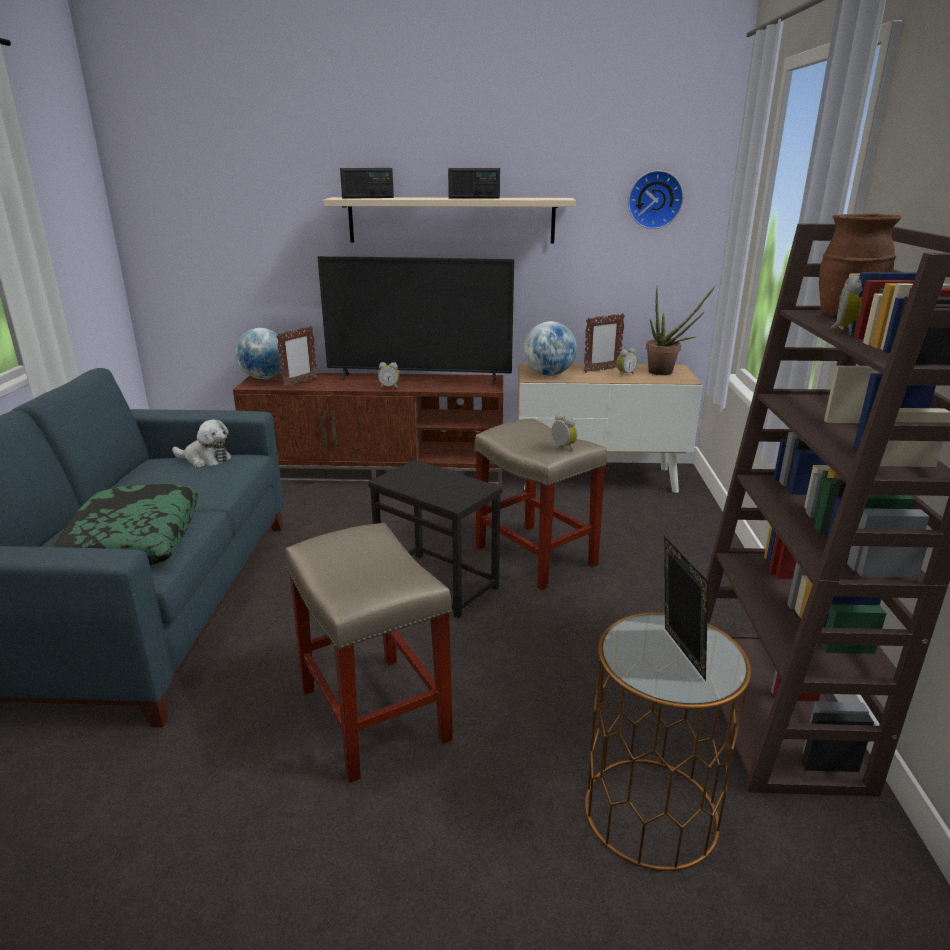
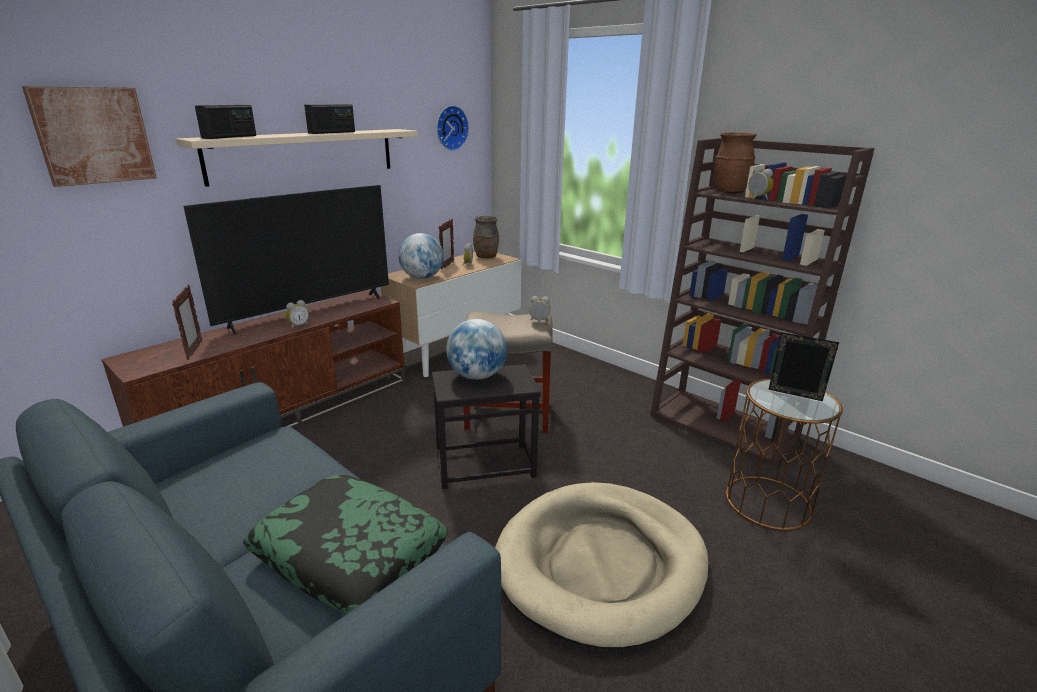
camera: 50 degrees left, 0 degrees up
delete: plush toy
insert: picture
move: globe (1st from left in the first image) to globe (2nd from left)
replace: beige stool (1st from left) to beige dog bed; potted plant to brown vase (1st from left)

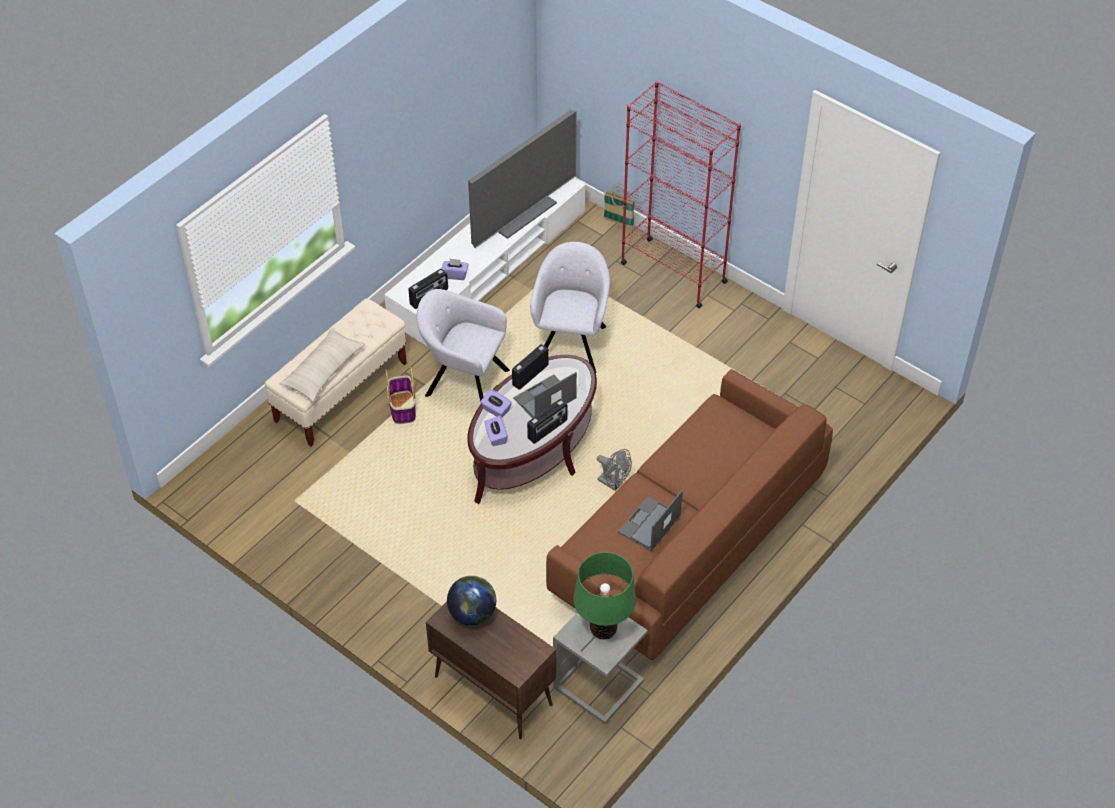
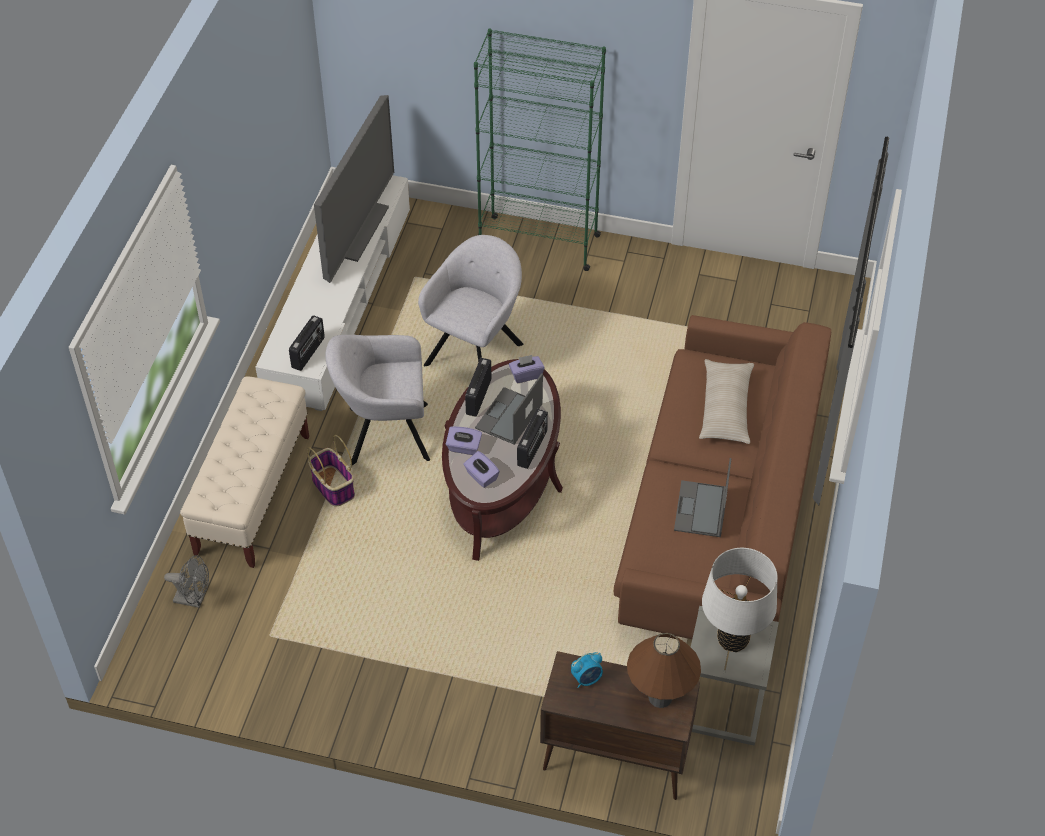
camera: 25 degrees left, 0 degrees up
delete: basket (2nd from left)
insert: brown table lamp
move: beige pillow; purple tissue box (1st from left in the first image) to purple tissue box (3rd from left); grey fan
replace: globe to alarm clock
recolor: green table lamp to white table lamp; red bookcase to green bookcase
rotate: grey armchair (2nd from left) 45 degrees clockwise

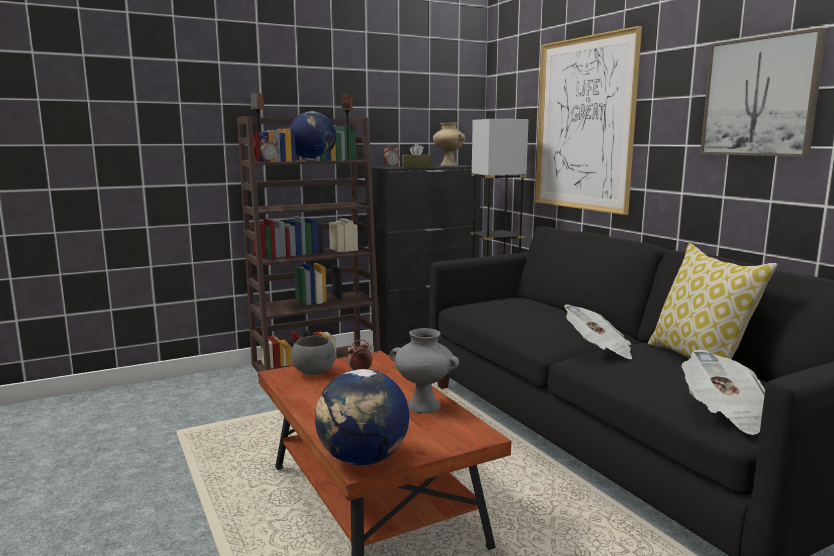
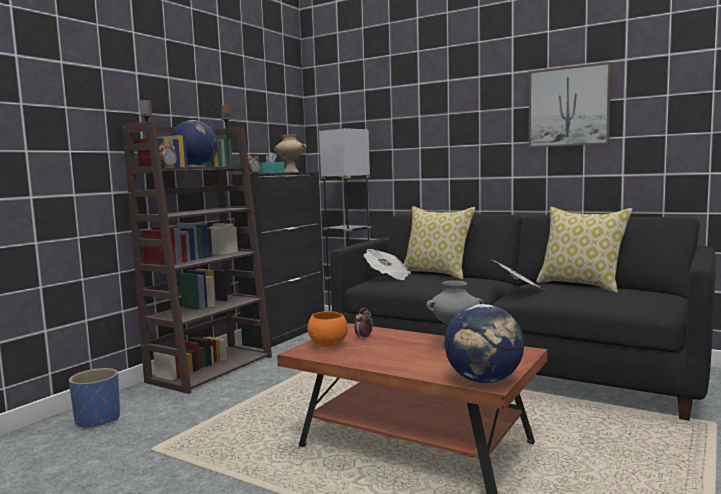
camera: 30 degrees left, 5 degrees down
delete: picture (1st from left)
insert: blue planter; pillow (1st from left)
move: newspaper (2nd from left in the first image) to newspaper (1st from left)
recolor: grey bowl to orange bowl; brown tissue box to turquoise tissue box

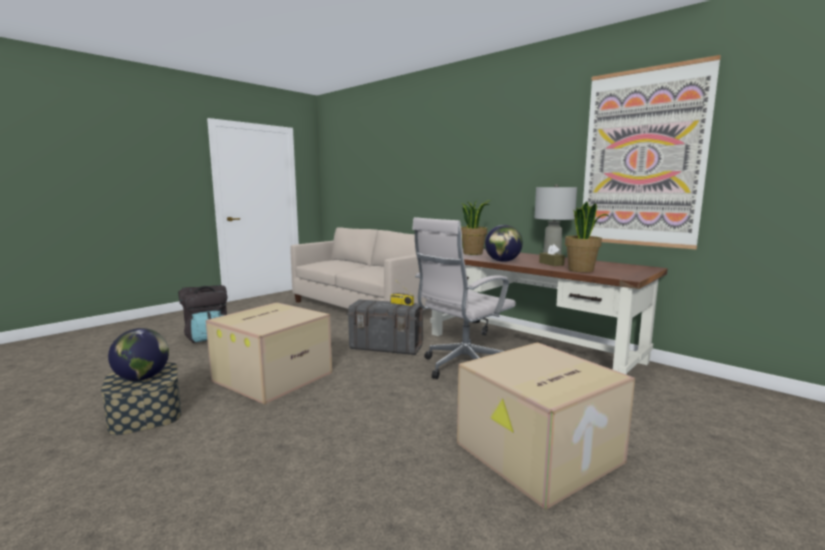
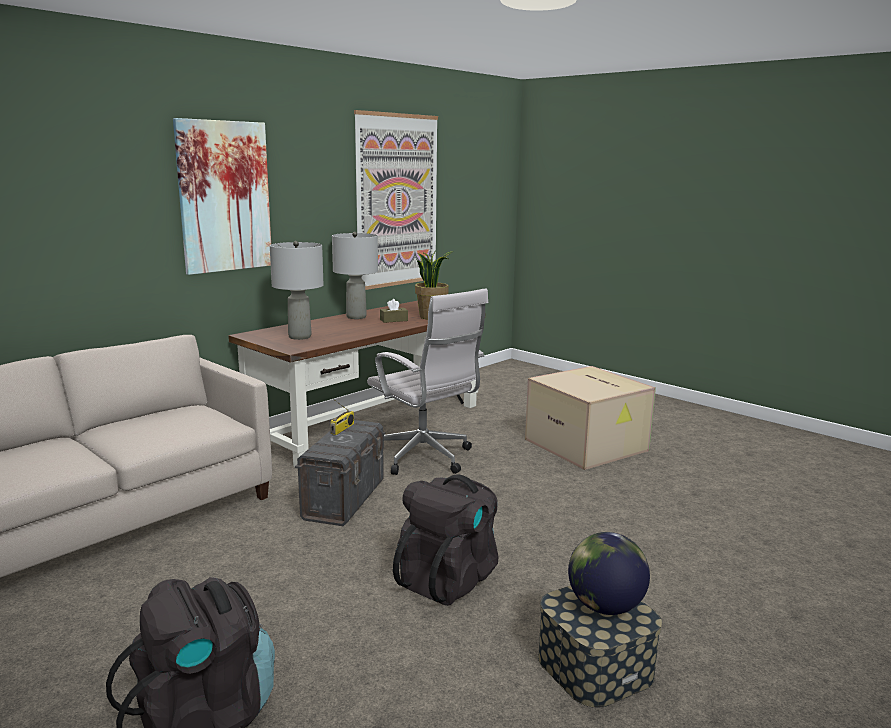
camera: 90 degrees left, 5 degrees up
delete: globe (2nd from left)
insert: picture (1st from left)
replace: cardboard box (1st from left) to black backpack (2nd from left); potted plant (1st from left) to grey table lamp (1st from left)

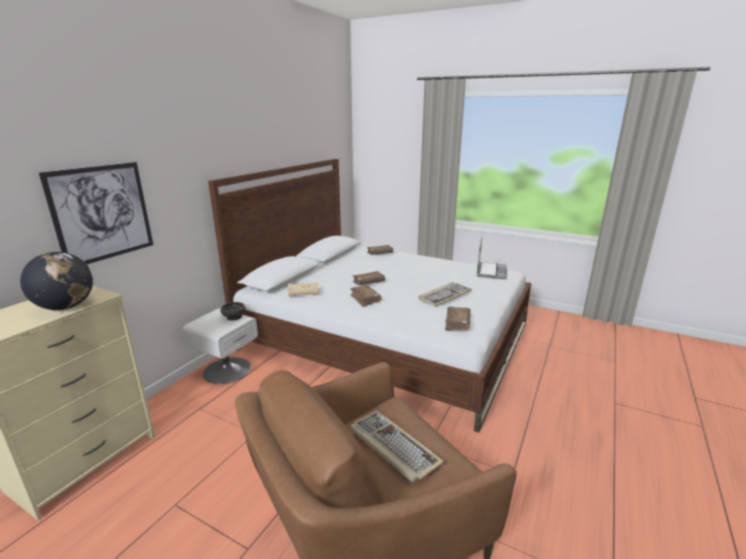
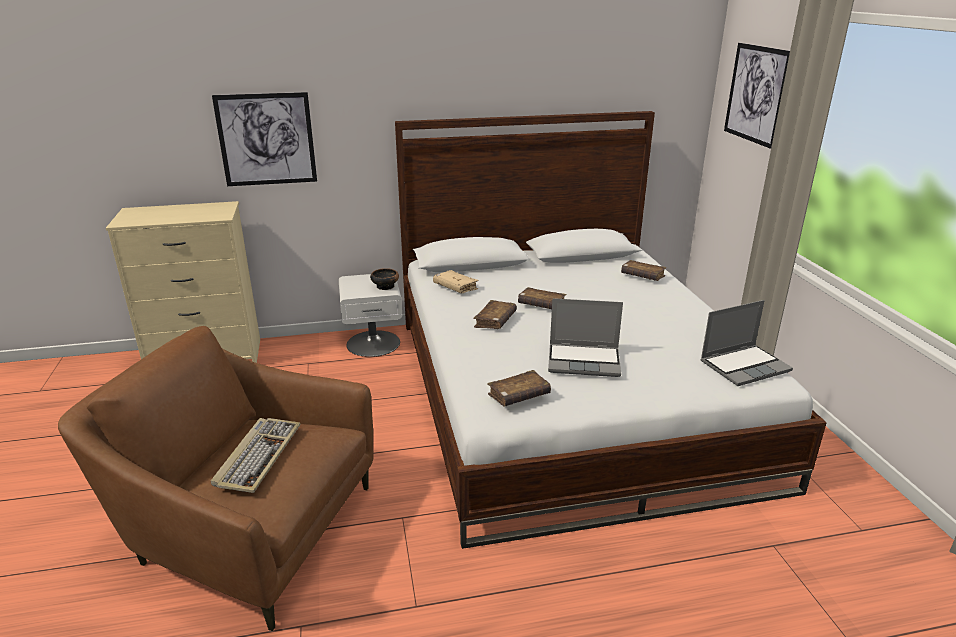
camera: 50 degrees right, 5 degrees up
delete: globe
insert: picture (2nd from left)
replace: keyboard (2nd from left) to laptop (1st from left)

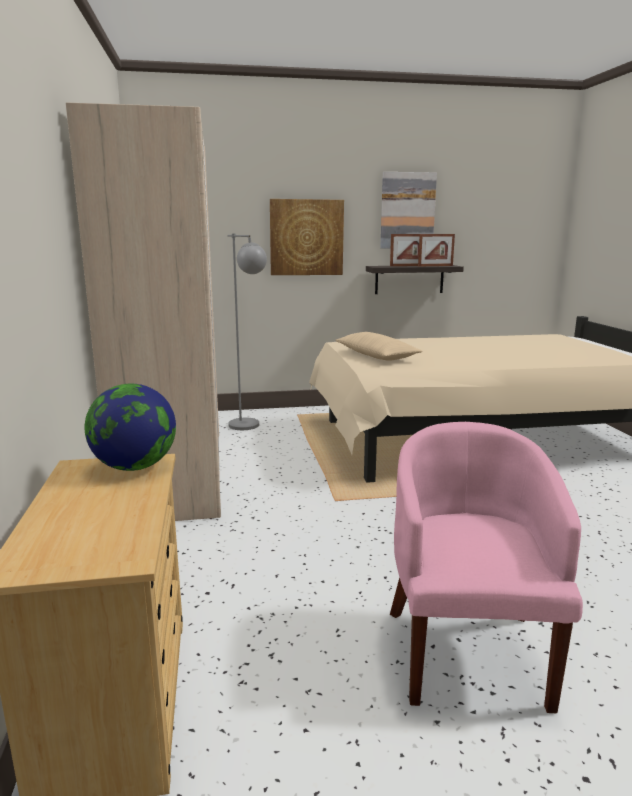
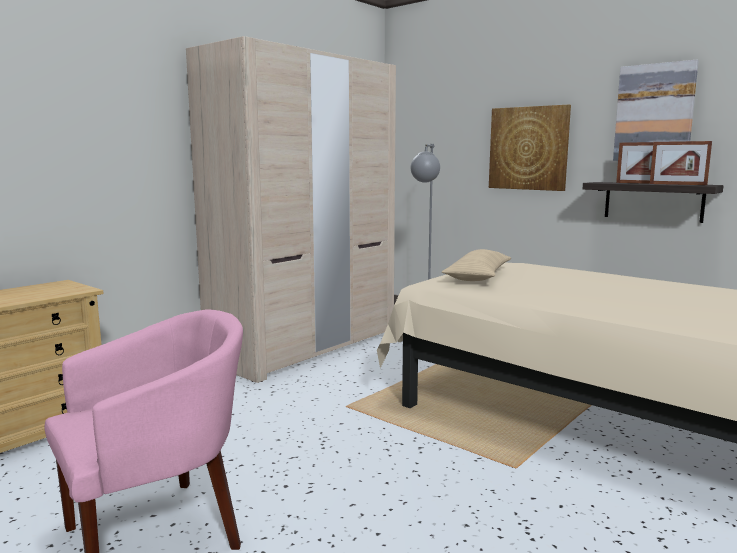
camera: 50 degrees right, 5 degrees down
delete: globe

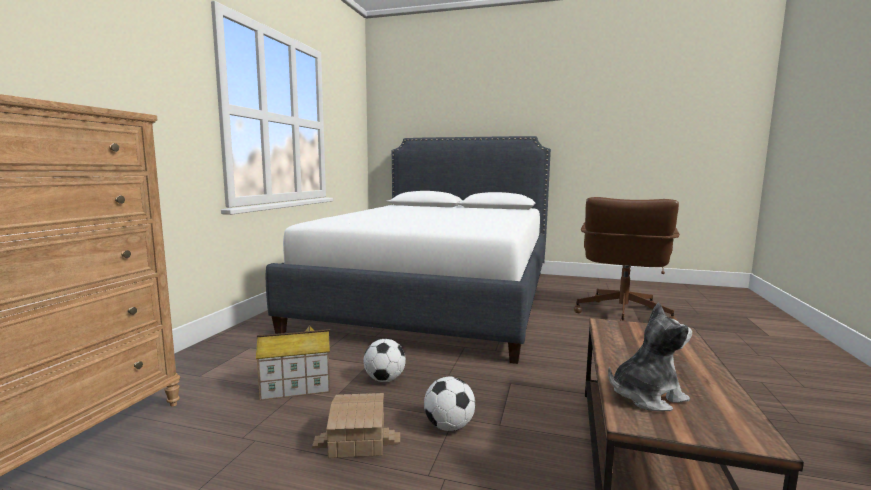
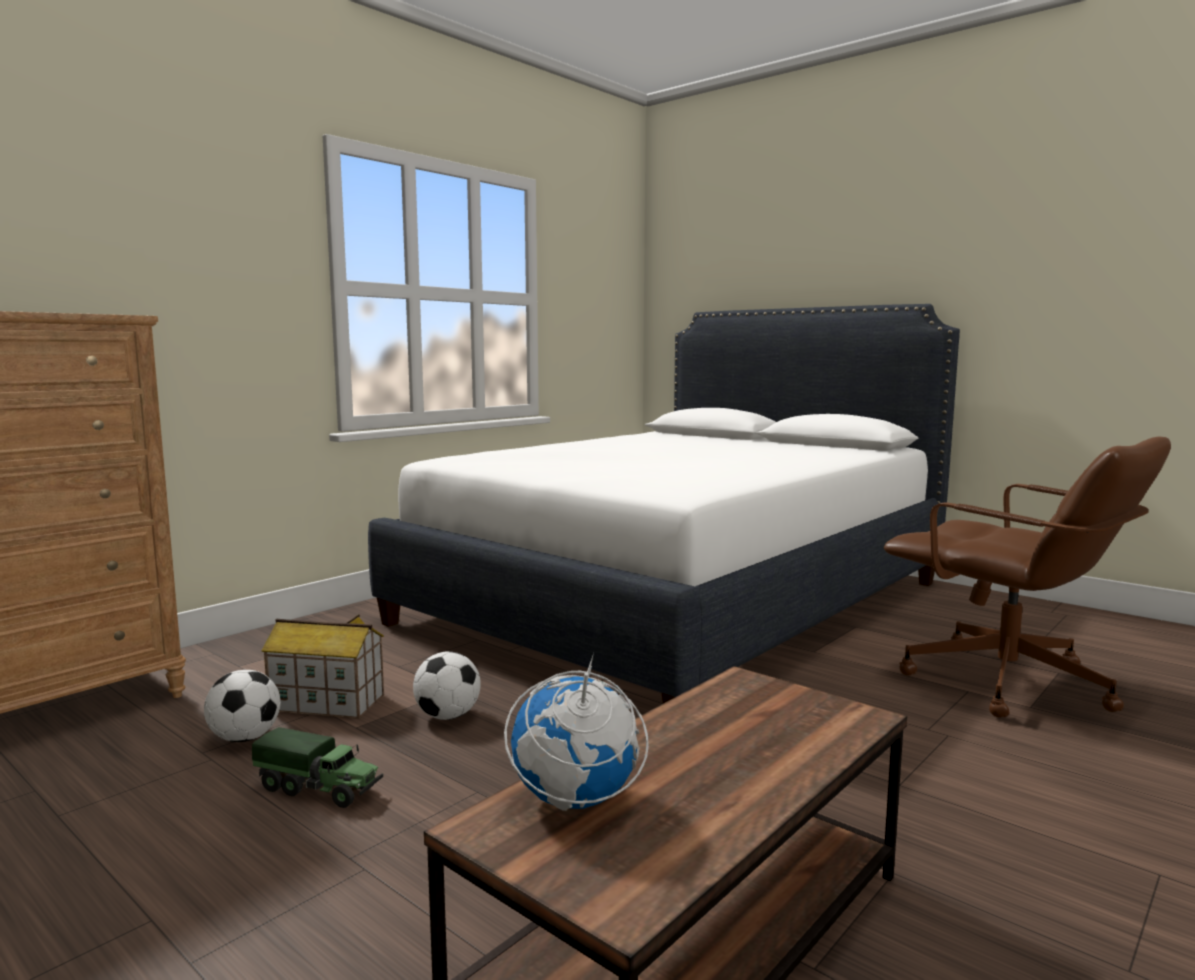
camera: 25 degrees right, 0 degrees up
move: football (2nd from left in the first image) to football (1st from left)
replace: toy house (2nd from left) to toy truck; plush toy to globe
rotate: brown office chair 90 degrees counterclockwise

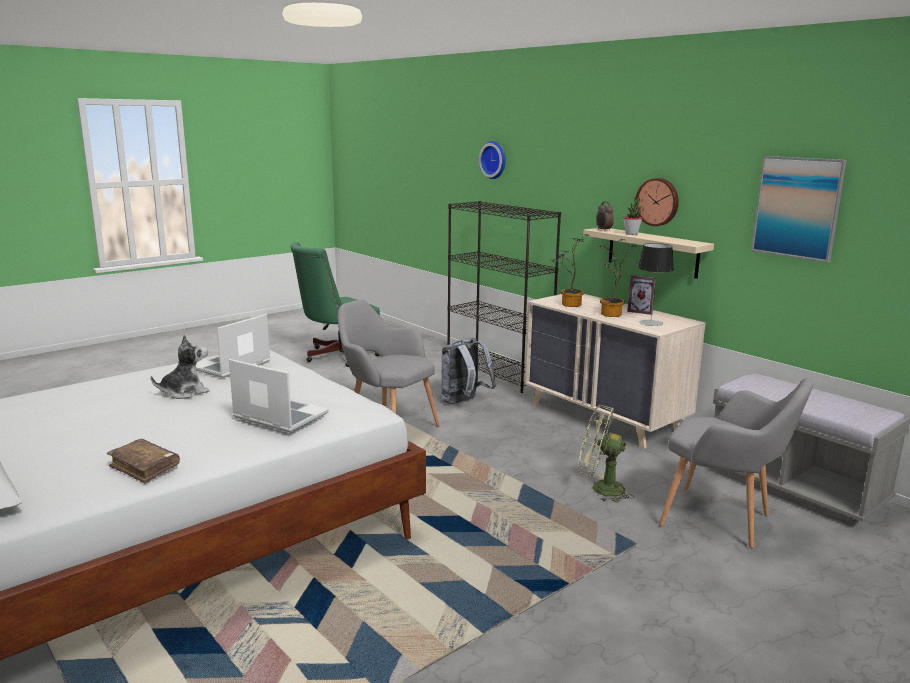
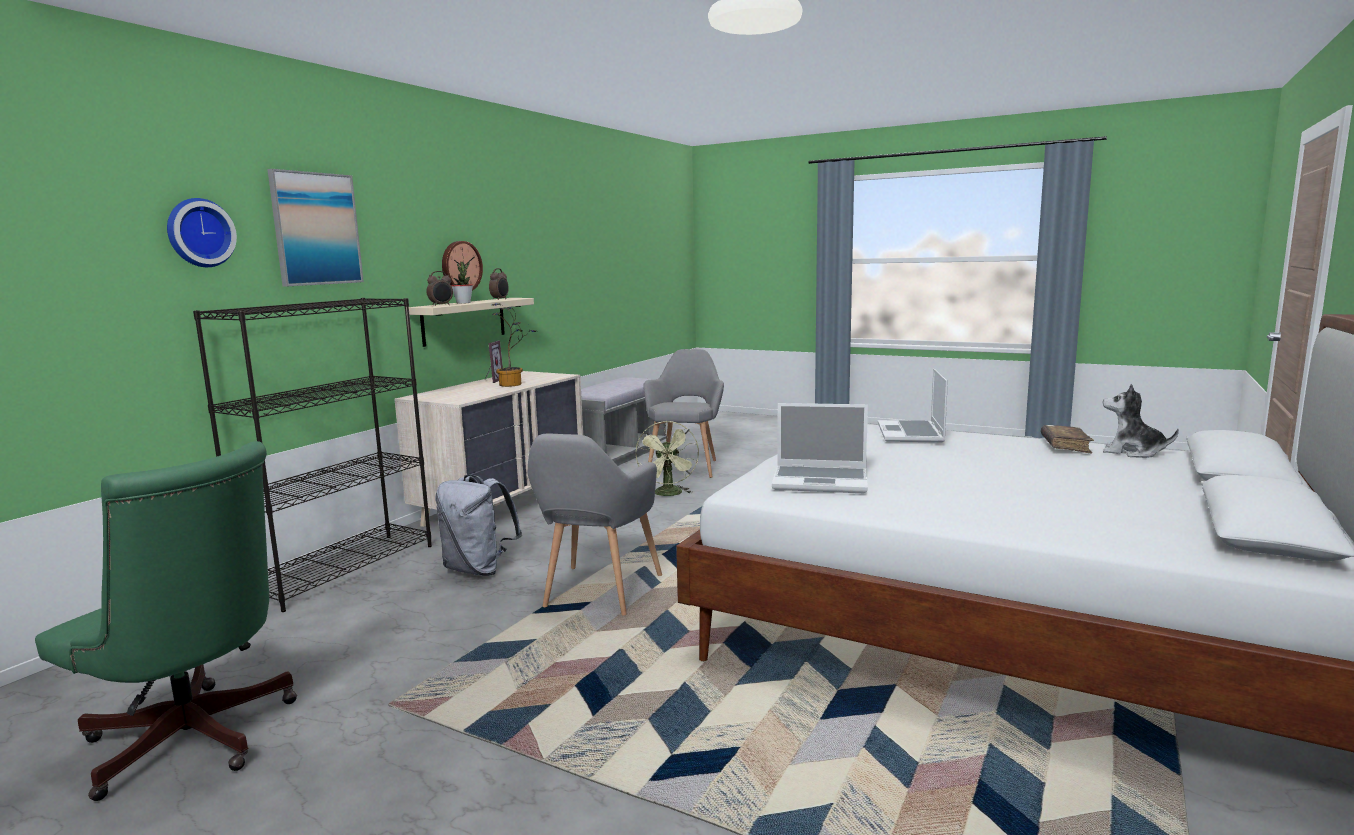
camera: 110 degrees left, 5 degrees down
delete: potted plant (1st from left); table lamp
insert: alarm clock (2nd from left)
move: plush toy; picture

